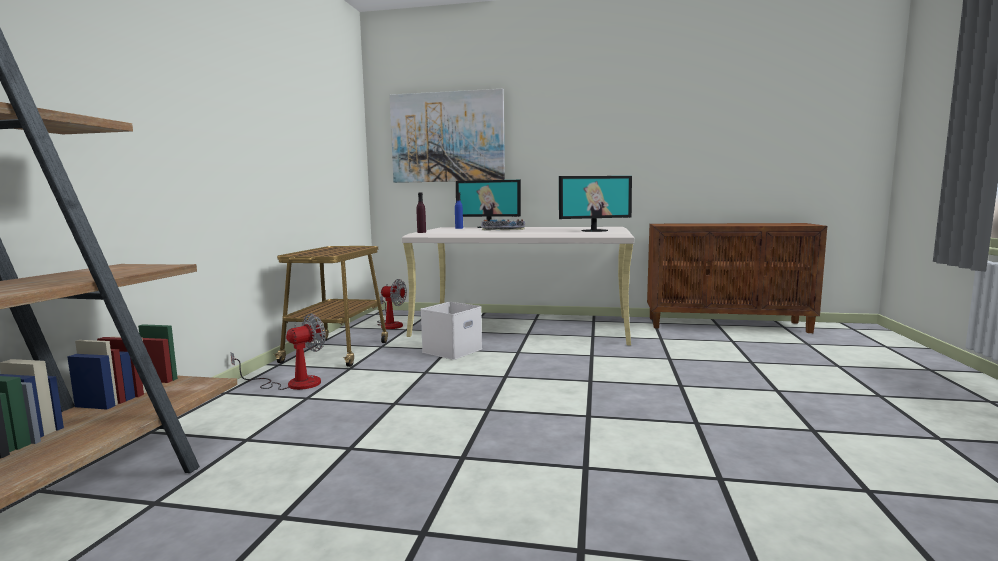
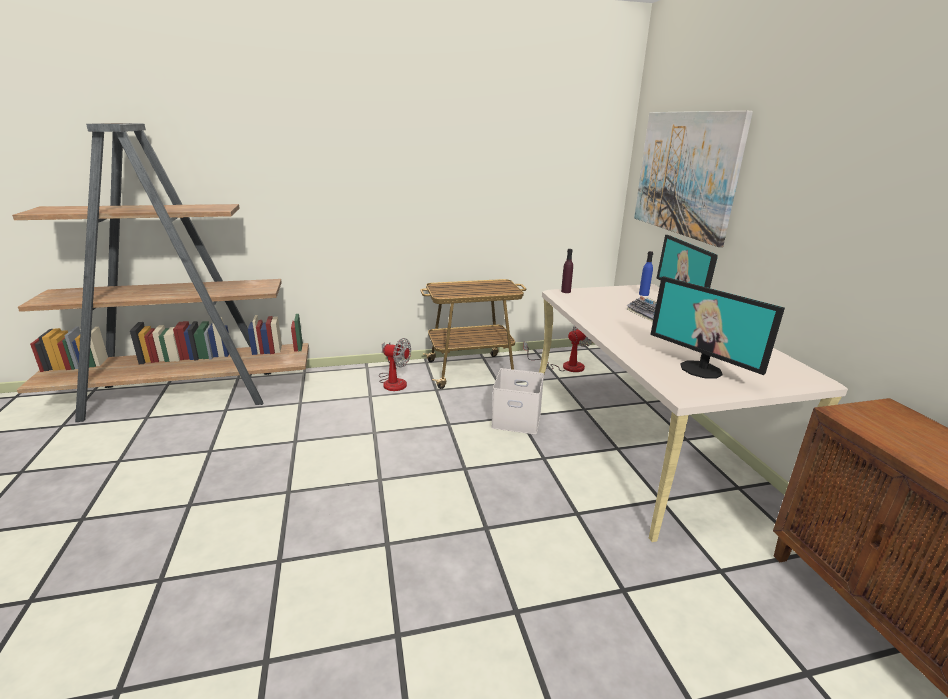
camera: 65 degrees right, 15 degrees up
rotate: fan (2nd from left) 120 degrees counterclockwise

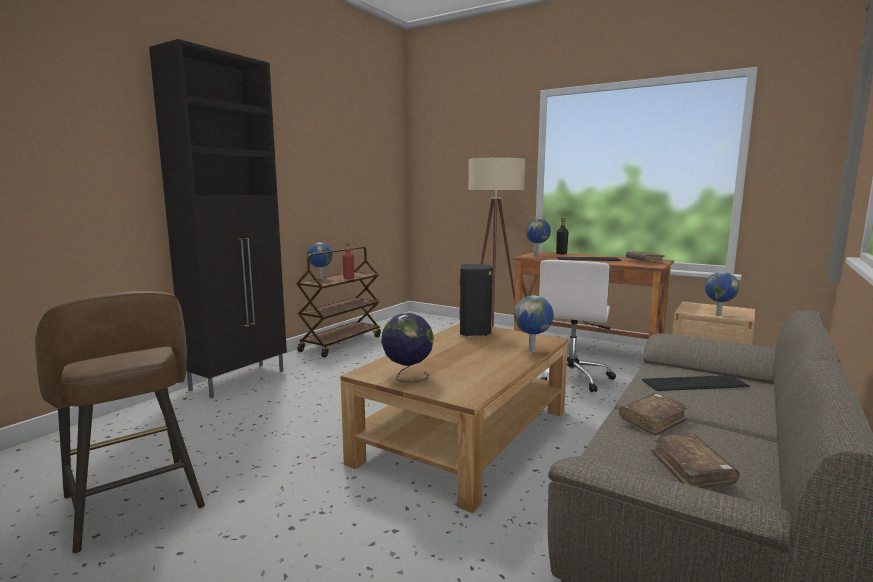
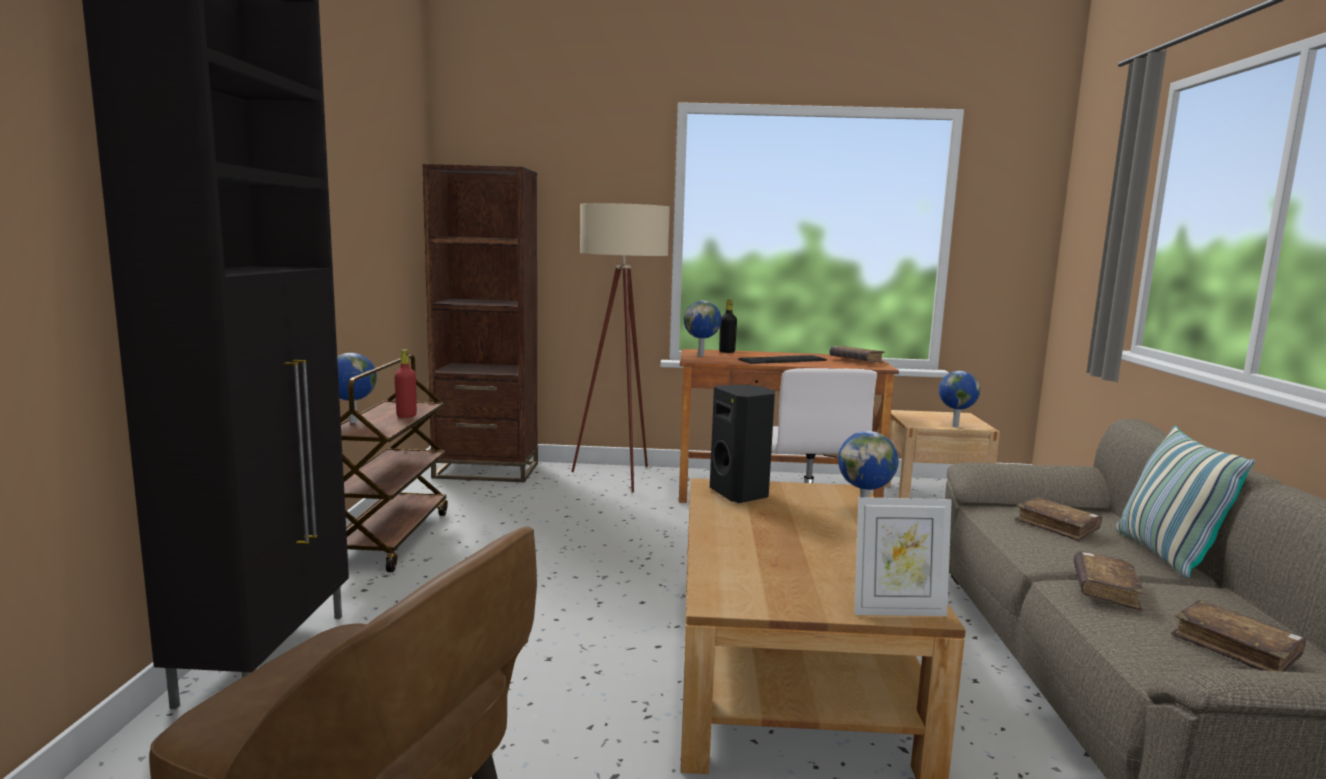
camera: 30 degrees left, 0 degrees up
delete: globe (2nd from left)
insert: brown bookcase; picture frame; pillow
replace: keyboard (2nd from left) to brown book (2nd from left)

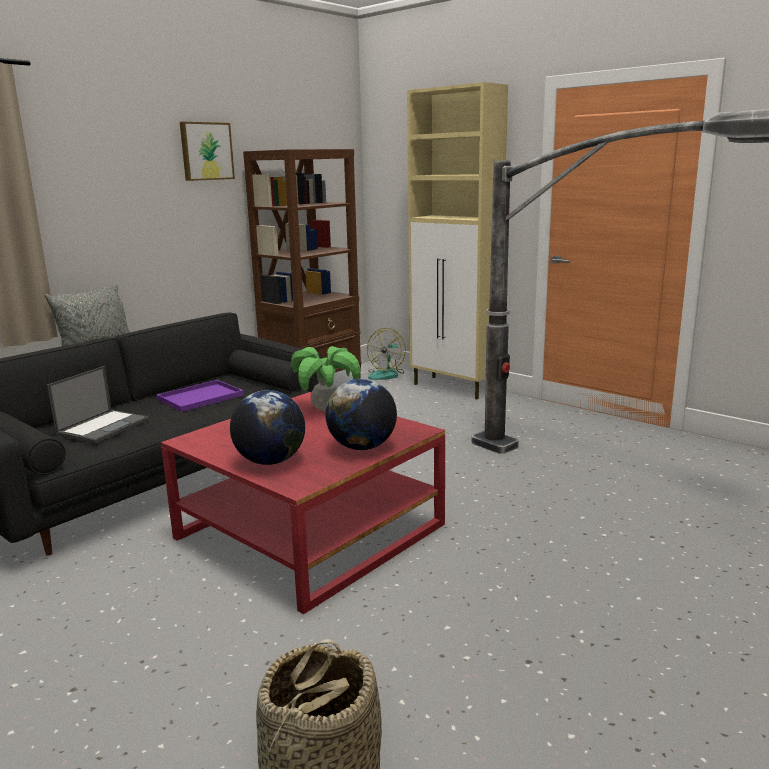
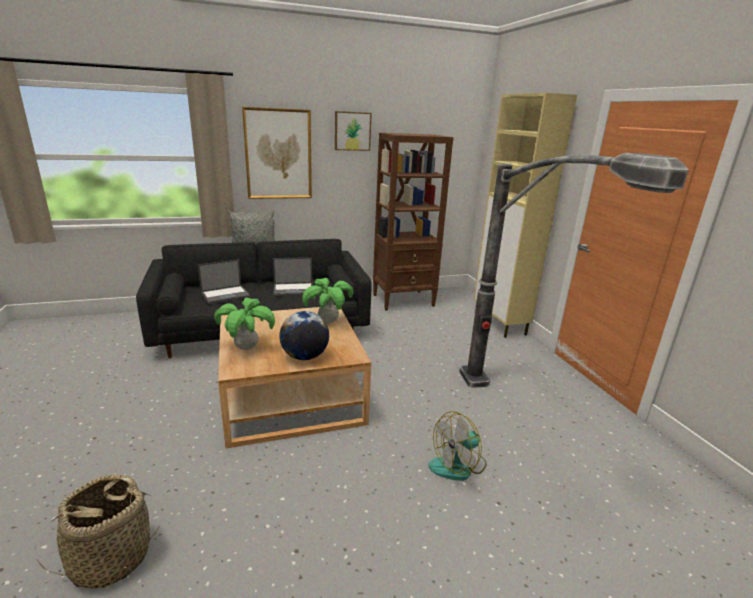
camera: 30 degrees right, 5 degrees up
insert: picture (1st from left)
move: fan
replace: purple tray to laptop (2nd from left); globe (1st from left) to potted plant (1st from left)
recolor: red coffee table to beige coffee table

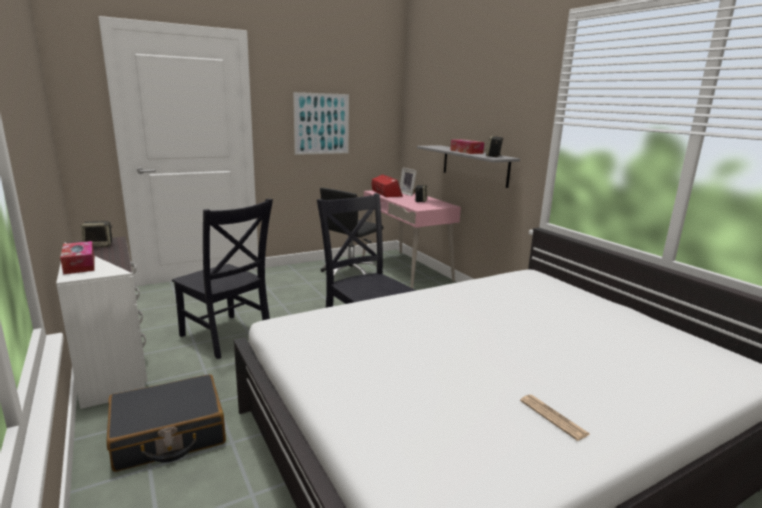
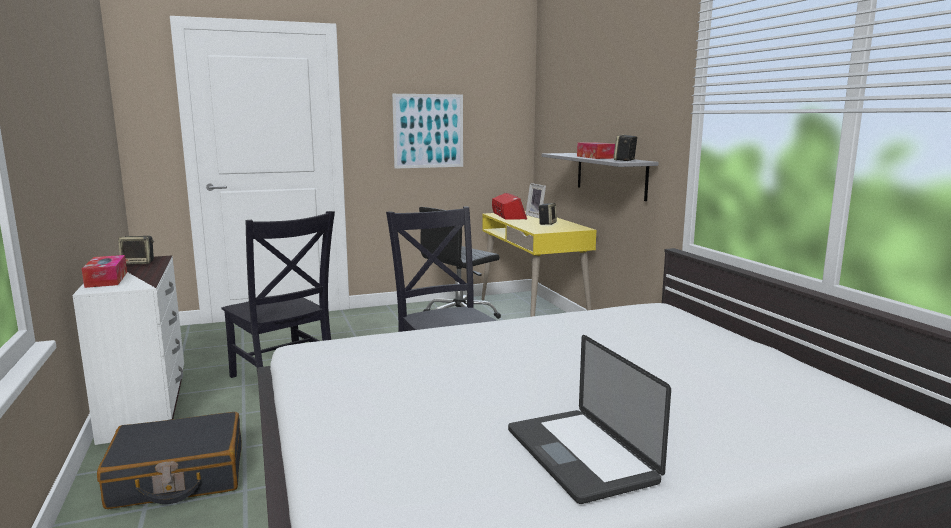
camera: 10 degrees right, 5 degrees down
replace: newspaper to laptop
recolor: pink desk to yellow desk

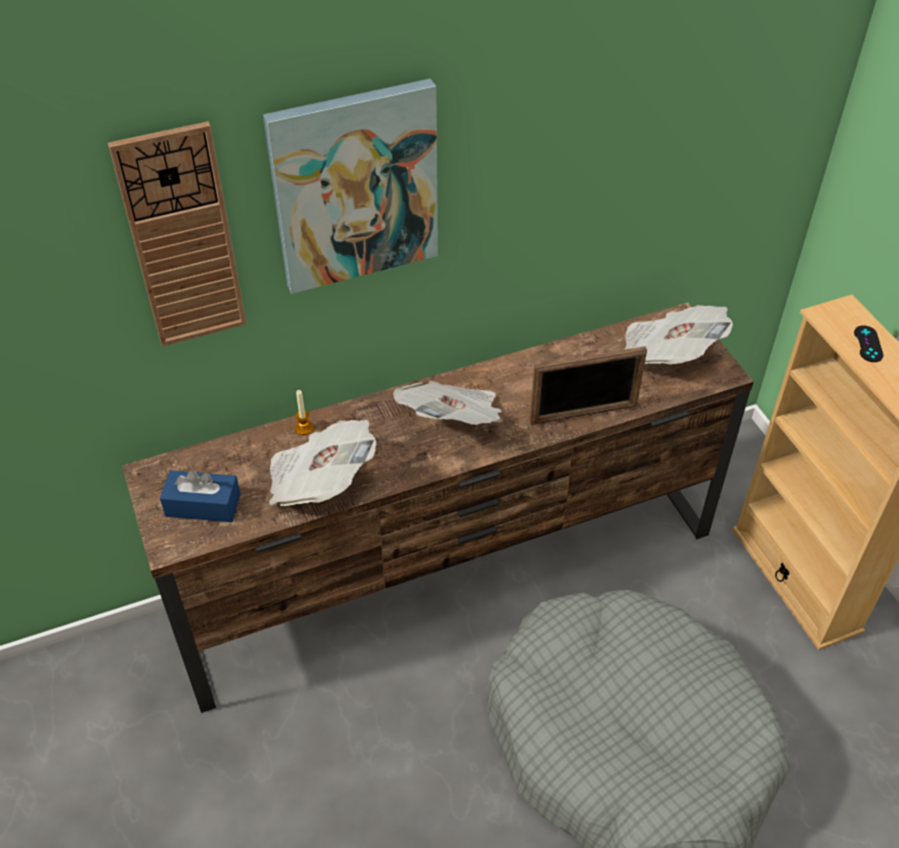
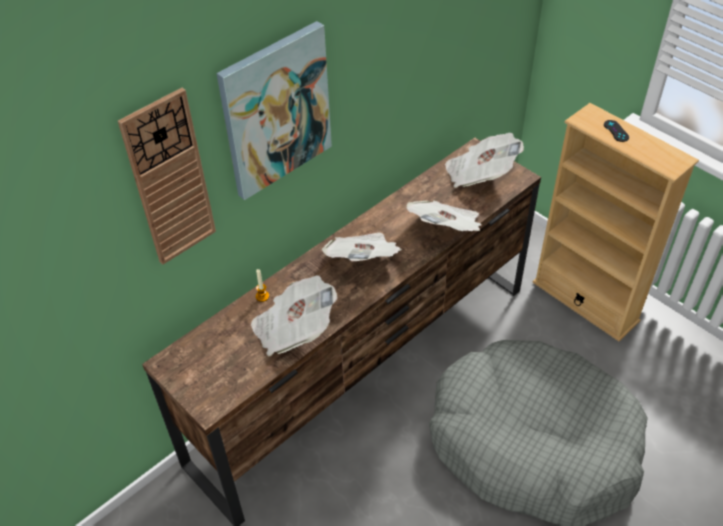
camera: 20 degrees left, 0 degrees up
delete: blue tissue box
replace: picture frame to newspaper (3rd from left)

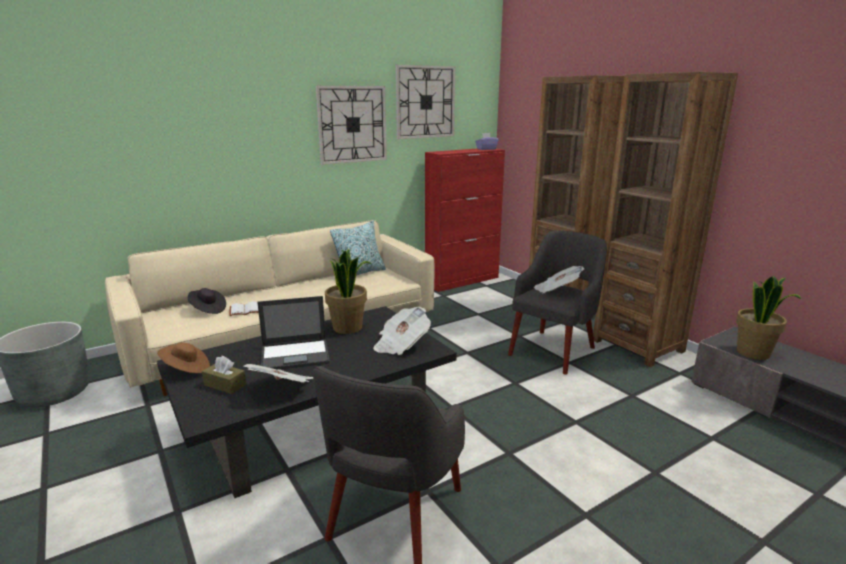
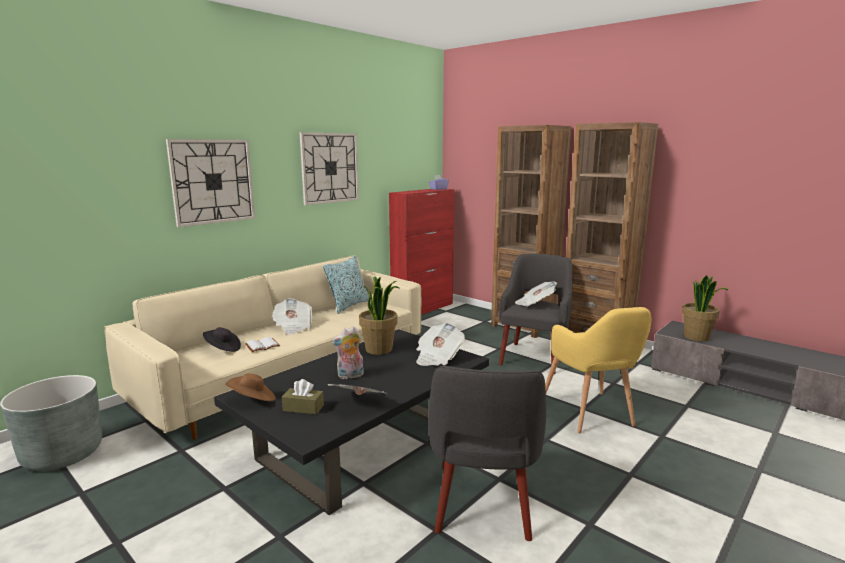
camera: 15 degrees left, 5 degrees down
insert: newspaper (1st from left); yellow armchair
move: wall clock (2nd from left in the first image) to wall clock (1st from left)
replace: laptop to plush toy

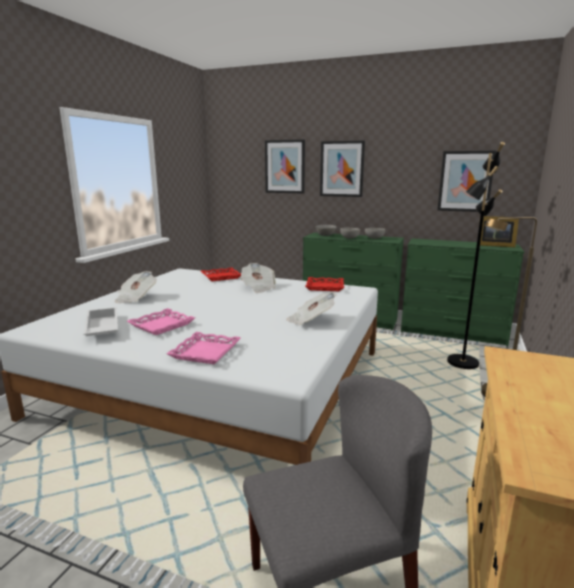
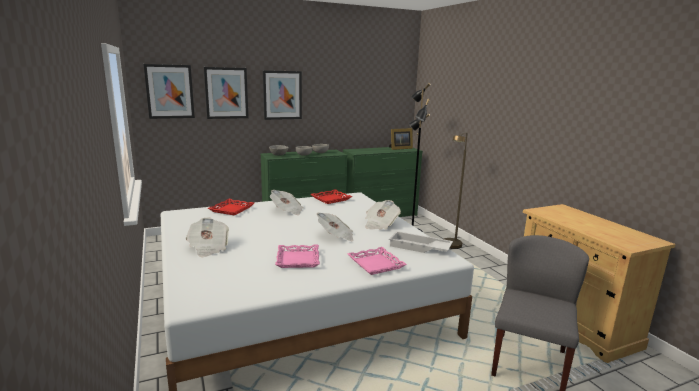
camera: 45 degrees left, 0 degrees up
insert: newspaper (3rd from left)
move: white tray; picture (3rd from left in the first image) to picture (1st from left)

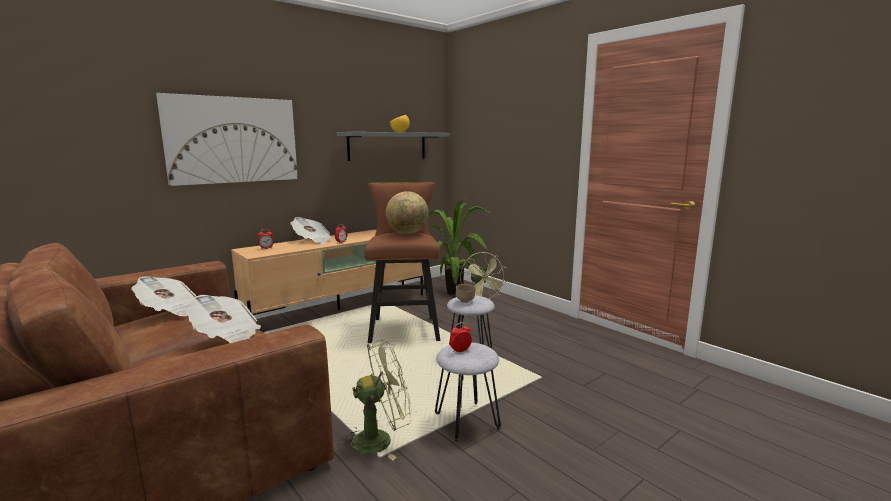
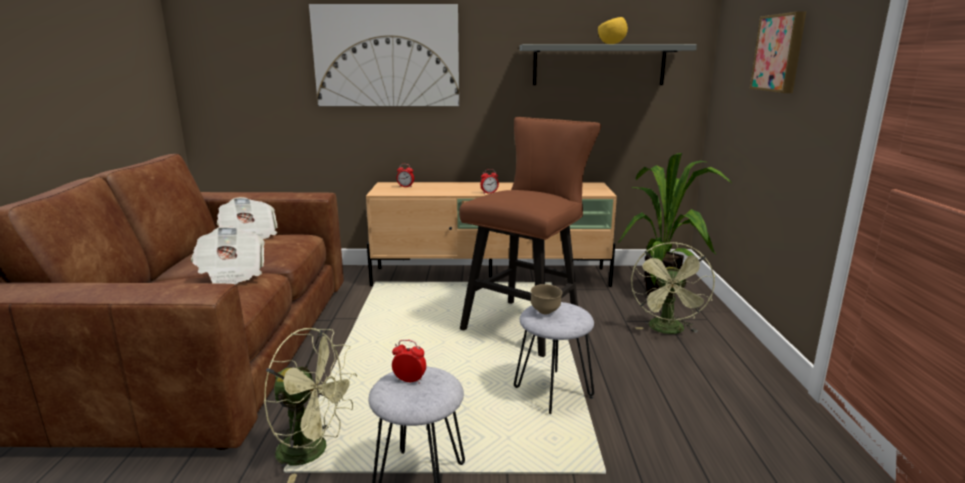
camera: 40 degrees right, 5 degrees up
delete: newspaper (3rd from left); globe
insert: picture (2nd from left)

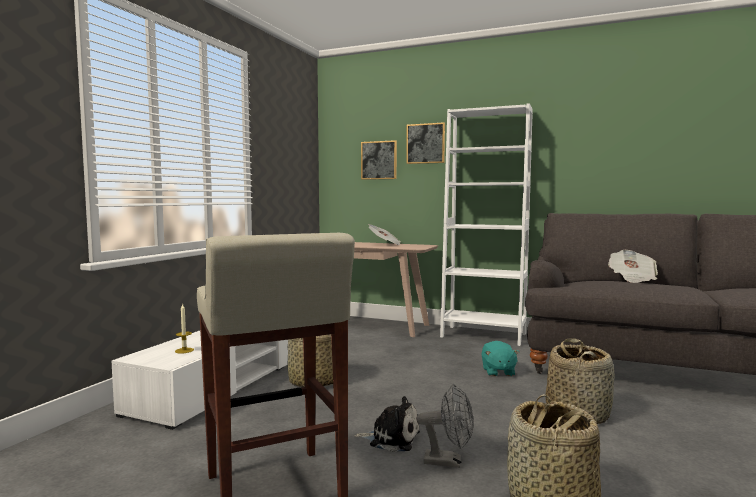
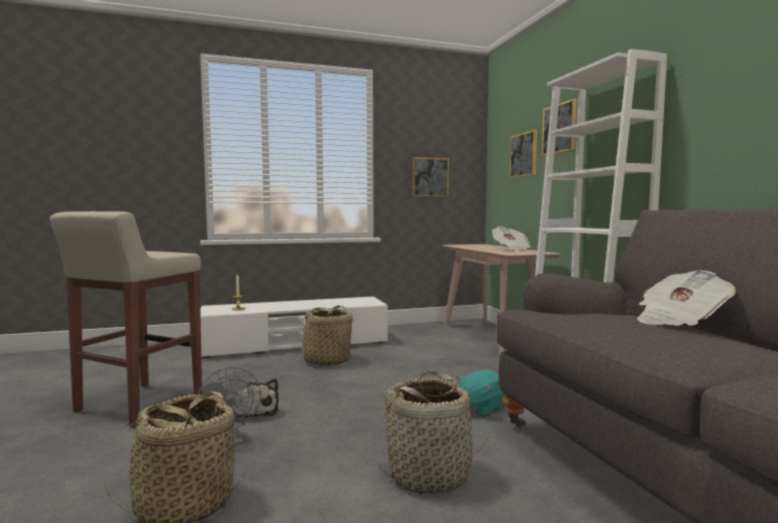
camera: 50 degrees right, 0 degrees up
insert: picture (1st from left)

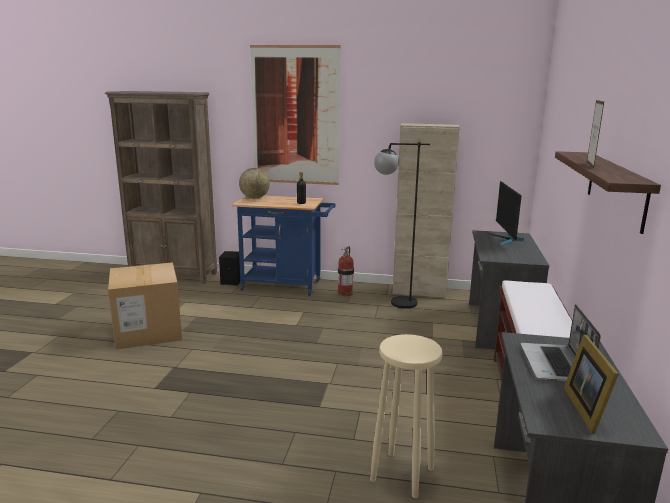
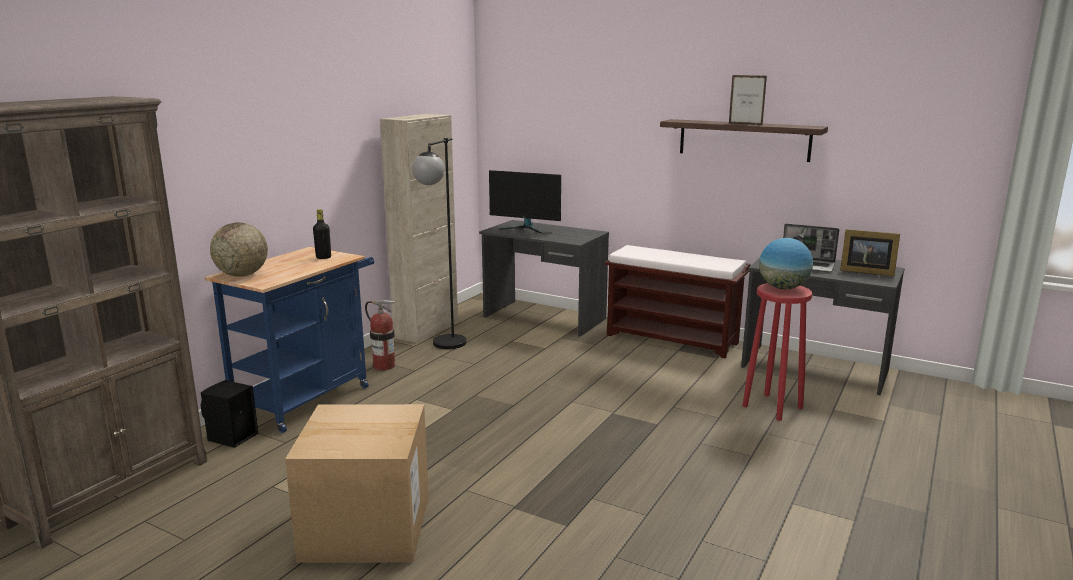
camera: 70 degrees left, 0 degrees up
delete: picture
insert: globe (2nd from left)
recolor: beige stool to red stool

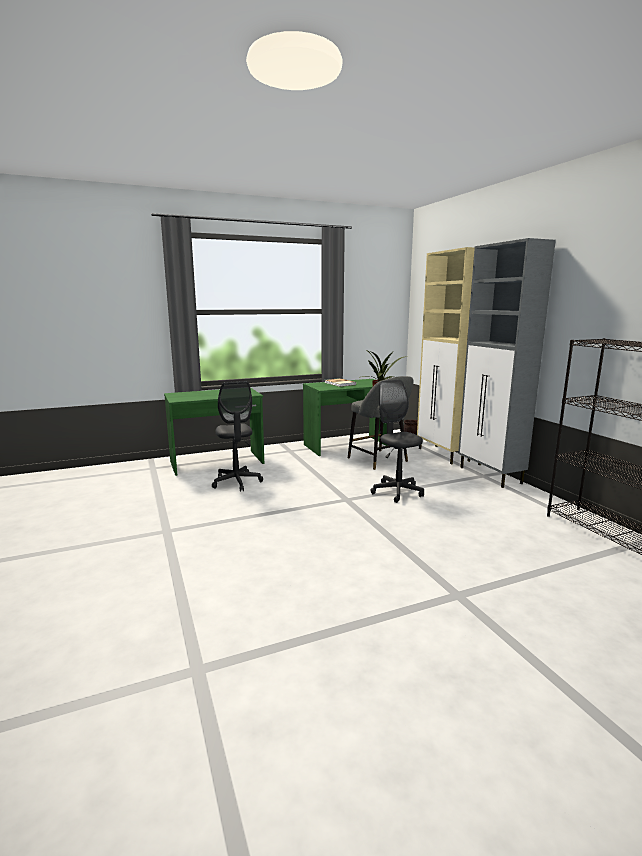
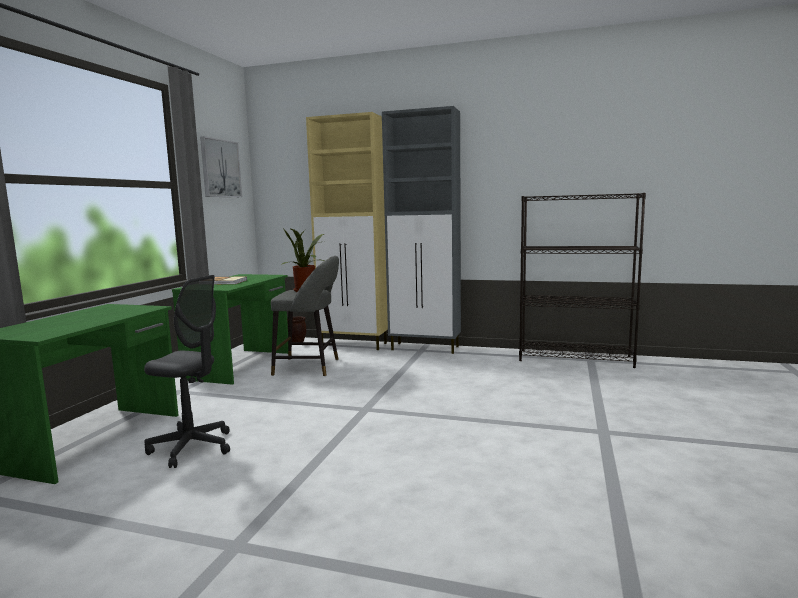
camera: 50 degrees left, 5 degrees down
delete: grey office chair (2nd from left)
insert: picture

